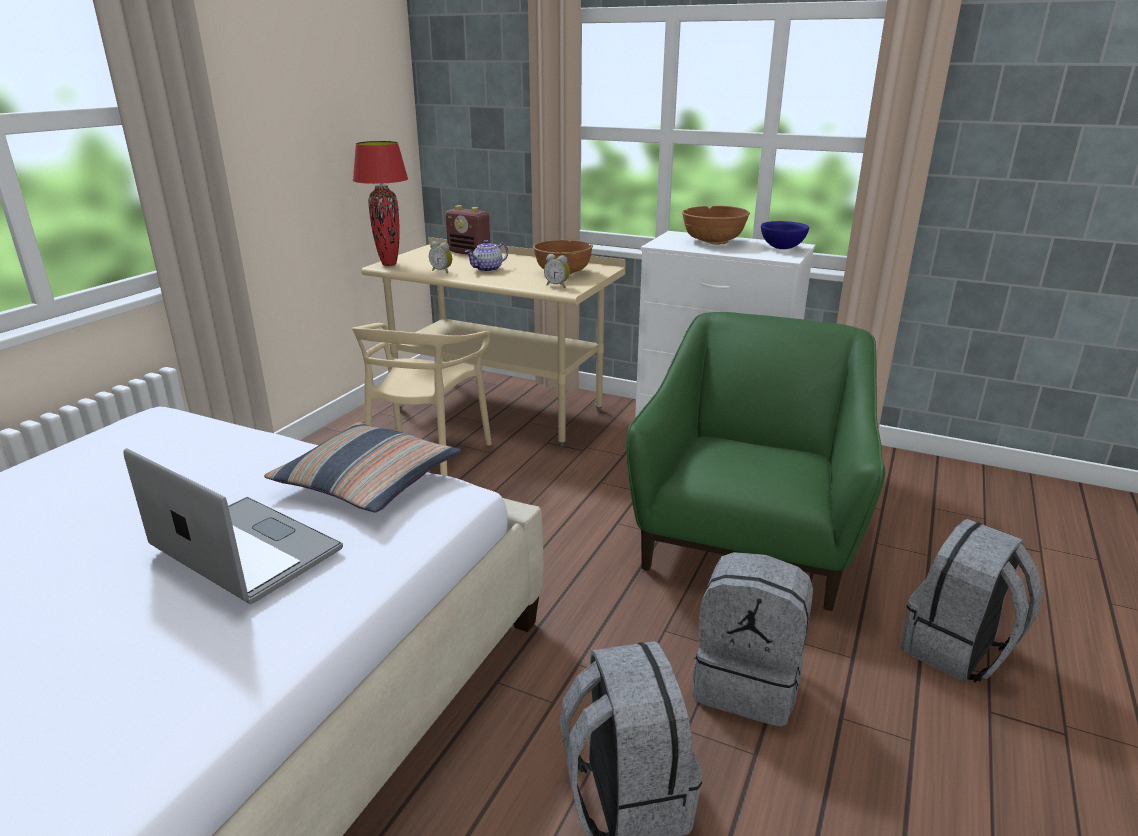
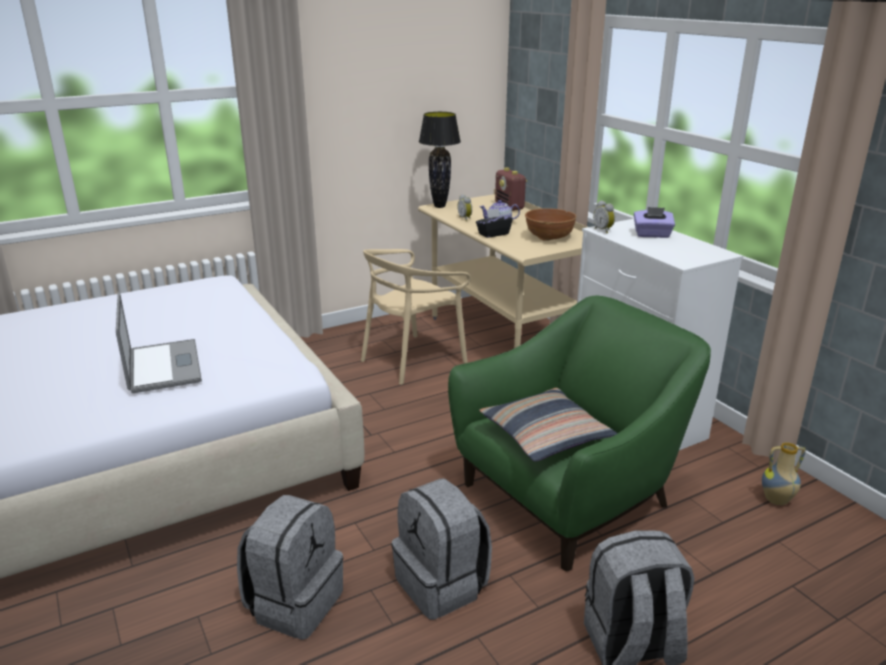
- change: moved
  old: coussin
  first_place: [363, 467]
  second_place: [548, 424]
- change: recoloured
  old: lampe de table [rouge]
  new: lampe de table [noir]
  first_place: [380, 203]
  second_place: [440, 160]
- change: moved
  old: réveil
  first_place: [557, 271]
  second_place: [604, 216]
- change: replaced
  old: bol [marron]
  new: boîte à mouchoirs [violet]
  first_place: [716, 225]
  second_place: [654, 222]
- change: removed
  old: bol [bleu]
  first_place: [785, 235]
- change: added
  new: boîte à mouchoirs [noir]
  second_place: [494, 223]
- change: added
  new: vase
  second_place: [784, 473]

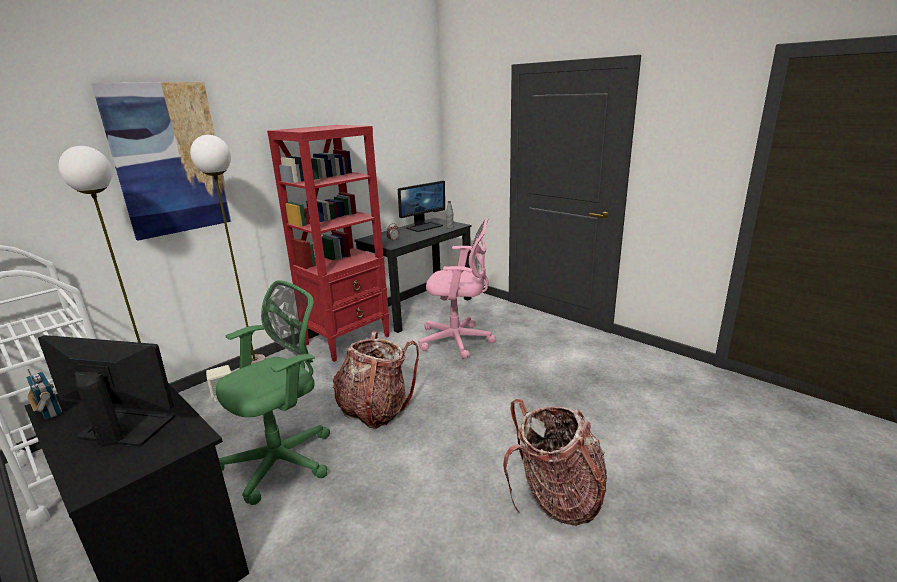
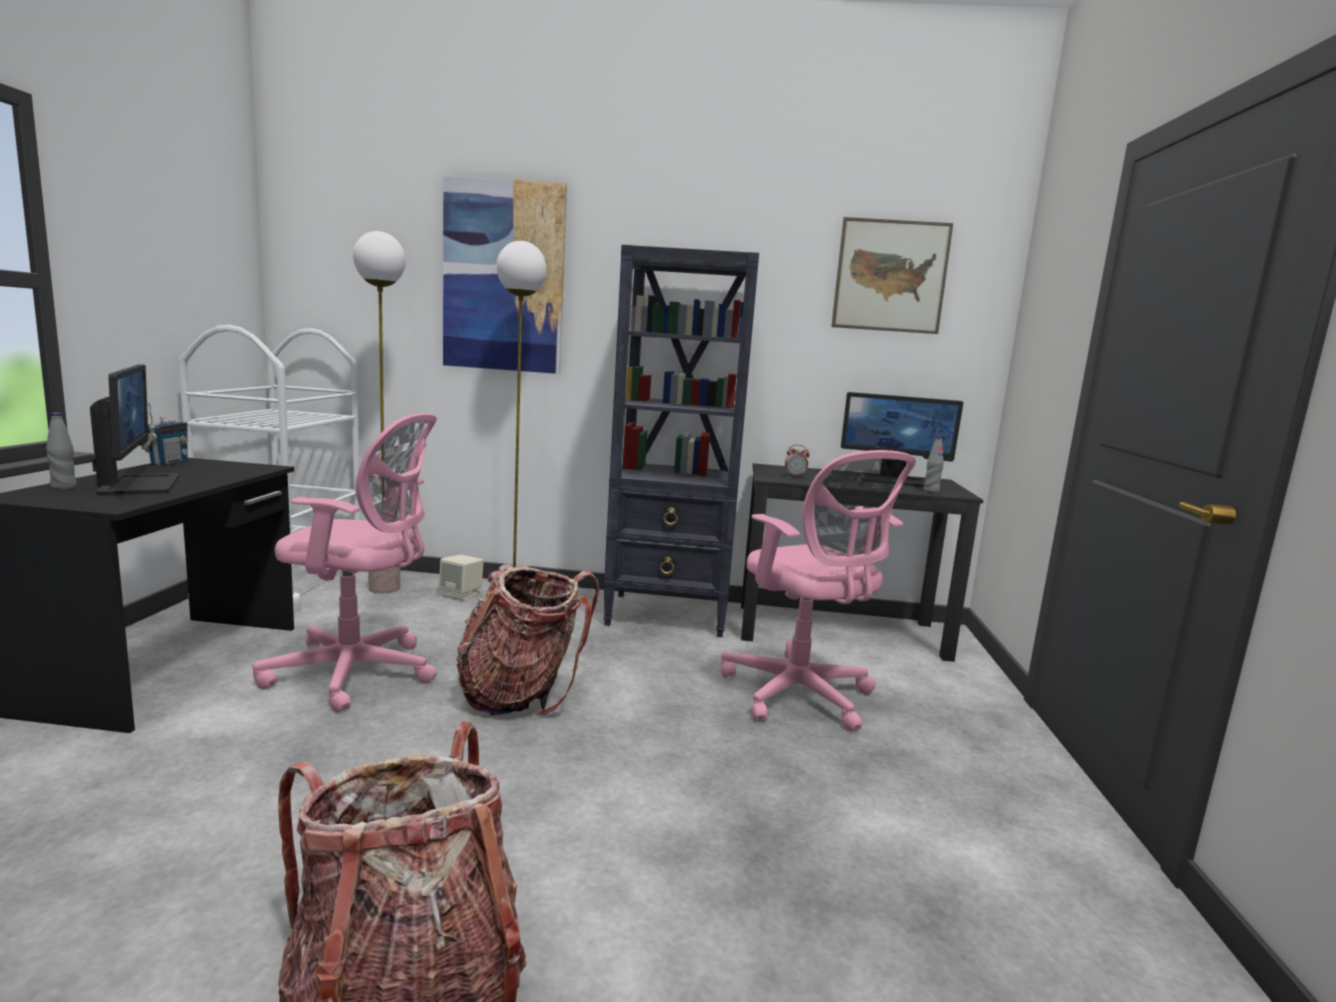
- change: recoloured
  old: chaise de bureau [vert]
  new: chaise de bureau [rose]
  first_place: [273, 392]
  second_place: [345, 563]
- change: recoloured
  old: bibliothèque [rouge]
  new: bibliothèque [noir]
  first_place: [328, 243]
  second_place: [681, 441]
- change: added
  new: bouteille [gris]
  second_place: [61, 451]
- change: added
  new: tableau
  second_place: [892, 275]

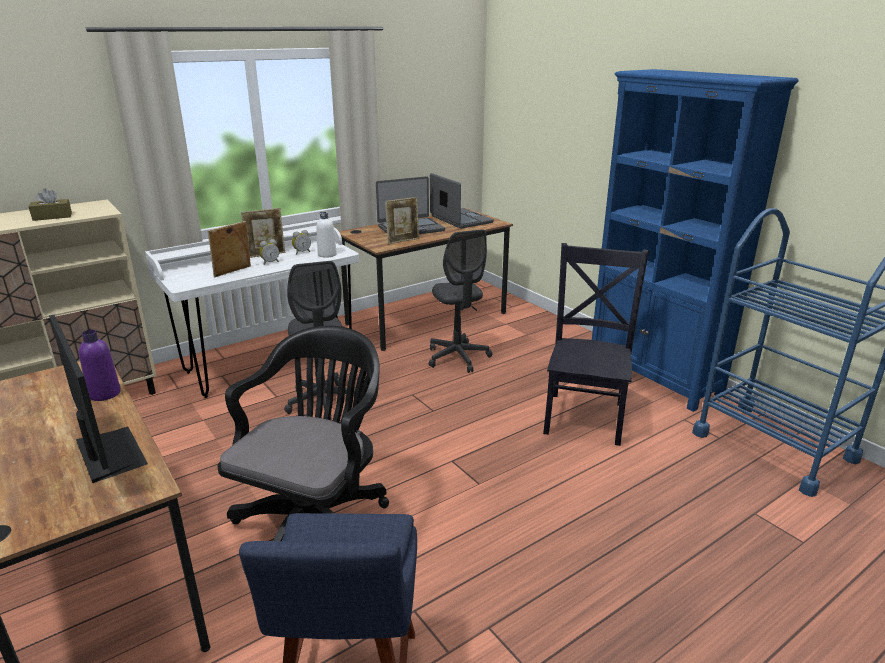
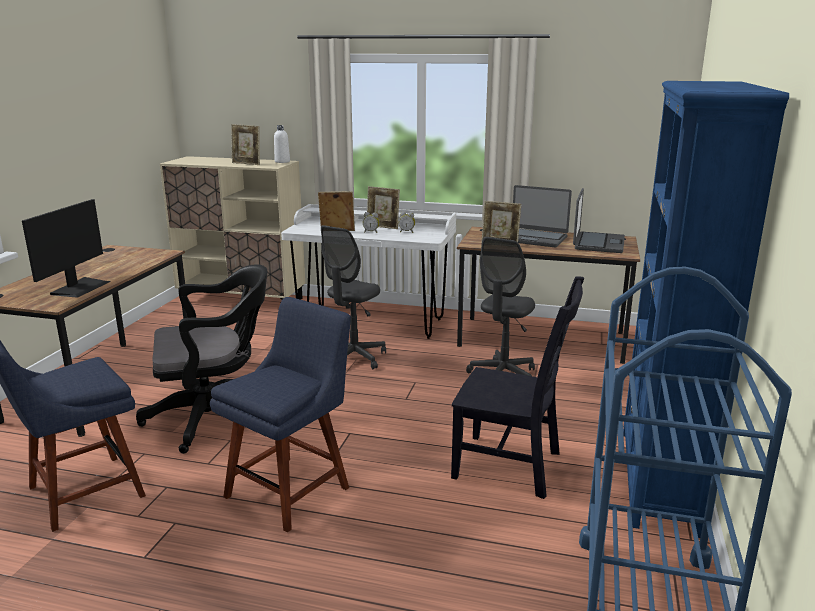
- change: replaced
  old: boîte à mouchoirs [marron]
  new: cadre photo
  first_place: [50, 205]
  second_place: [245, 144]
- change: removed
  old: bouteille [violet]
  first_place: [100, 365]
- change: moved
  old: bouteille [blanc]
  first_place: [326, 235]
  second_place: [282, 144]
- change: turned
  old: chaise [noir]
  first_place: [596, 344]
  second_place: [517, 388]
  degrees: 45
- change: added
  new: chaise [bleu]
  second_place: [280, 415]

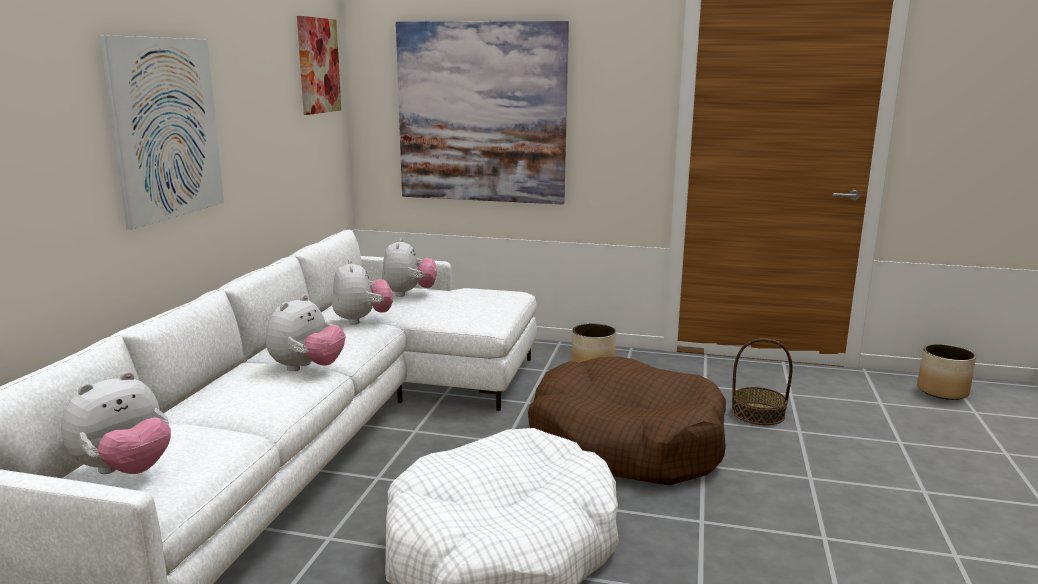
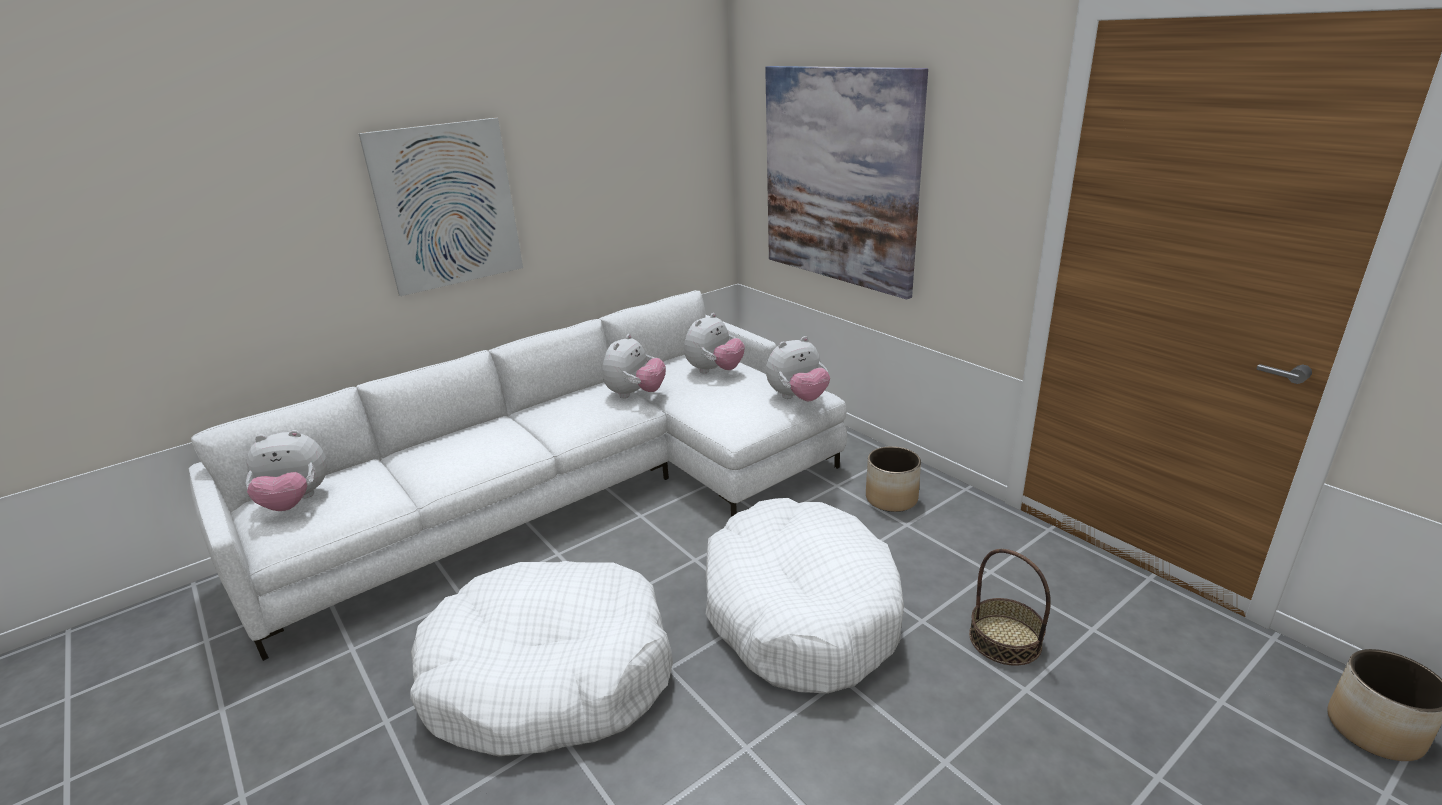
- change: moved
  old: peluche
  first_place: [305, 333]
  second_place: [798, 368]
- change: removed
  old: tableau
  first_place: [319, 65]
- change: recoloured
  old: panier pour chien [marron]
  new: panier pour chien [blanc]
  first_place: [627, 421]
  second_place: [804, 596]

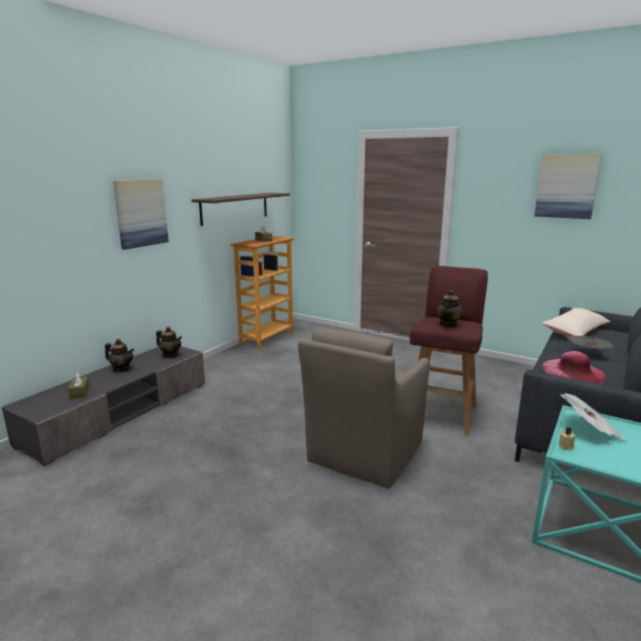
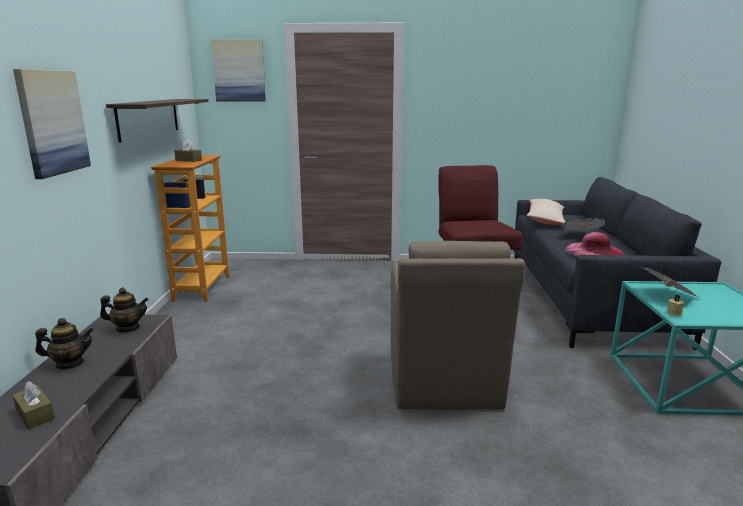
- change: removed
  old: théière
  first_place: [449, 308]
- change: moved
  old: tableau
  first_place: [568, 186]
  second_place: [238, 70]

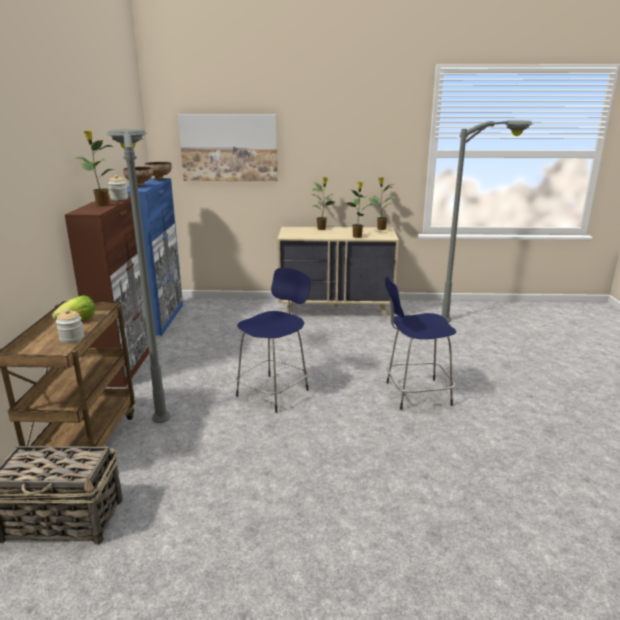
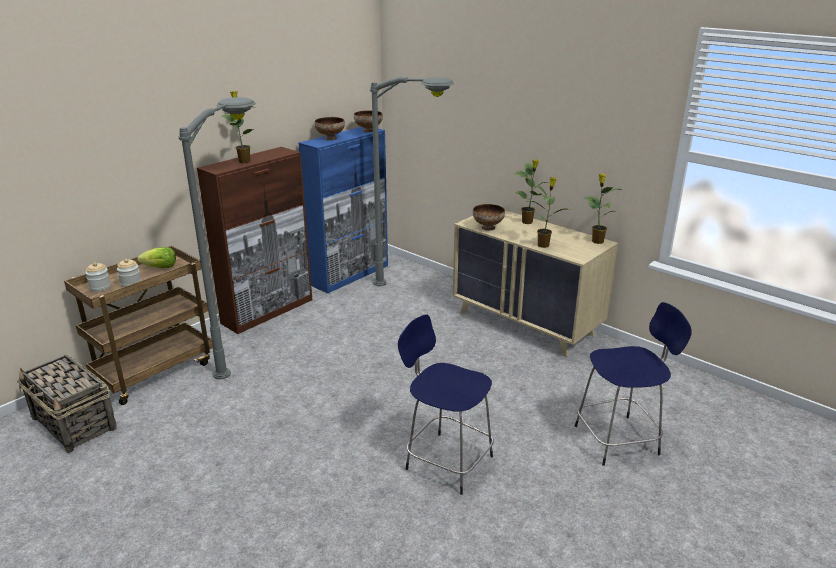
- change: moved
  old: bocal
  first_place: [118, 187]
  second_place: [98, 277]
- change: removed
  old: tableau
  first_place: [228, 147]
- change: moved
  old: tabouret [bleu]
  first_place: [273, 340]
  second_place: [633, 384]
- change: moved
  old: lampadaire [gris]
  first_place: [487, 221]
  second_place: [412, 181]
- change: added
  new: bol
  second_place: [489, 217]

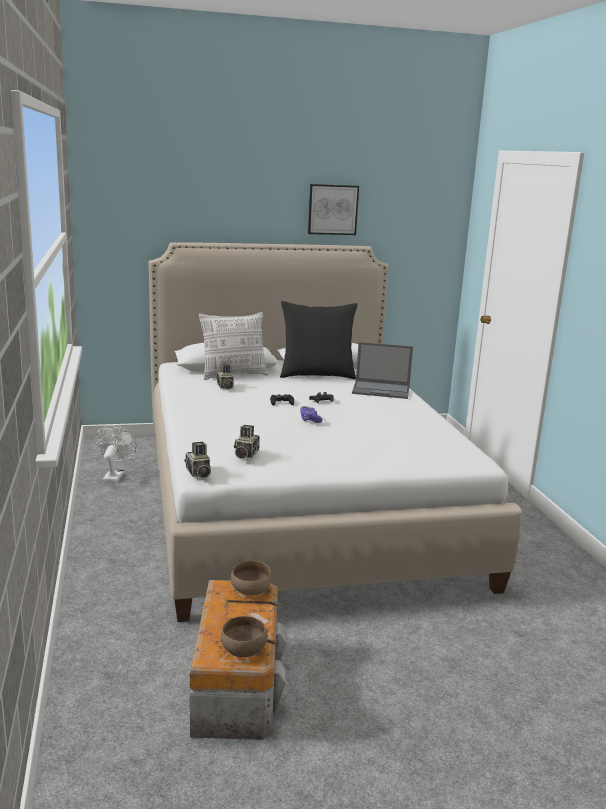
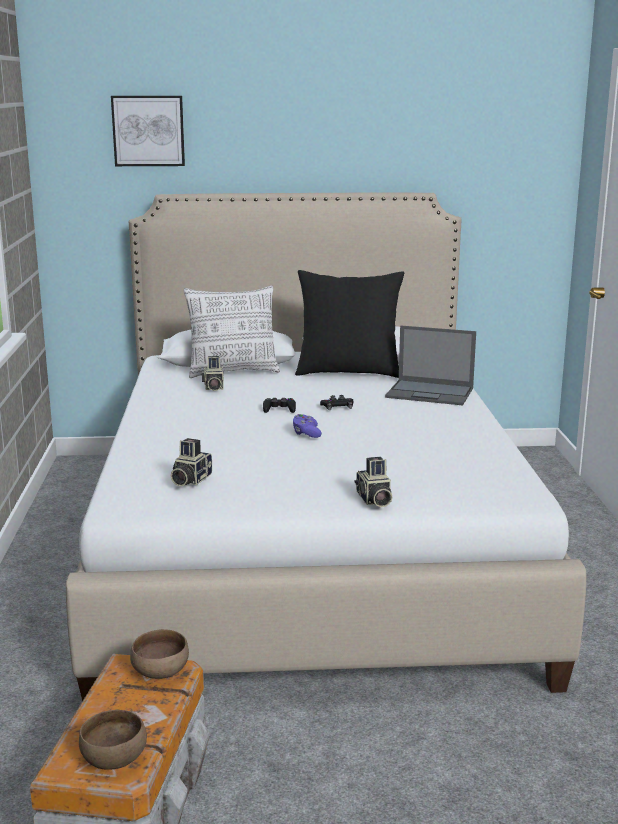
- change: removed
  old: ventilateur [blanc]
  first_place: [115, 454]
- change: moved
  old: appareil photo
  first_place: [197, 460]
  second_place: [373, 482]
- change: moved
  old: tableau
  first_place: [333, 209]
  second_place: [148, 131]

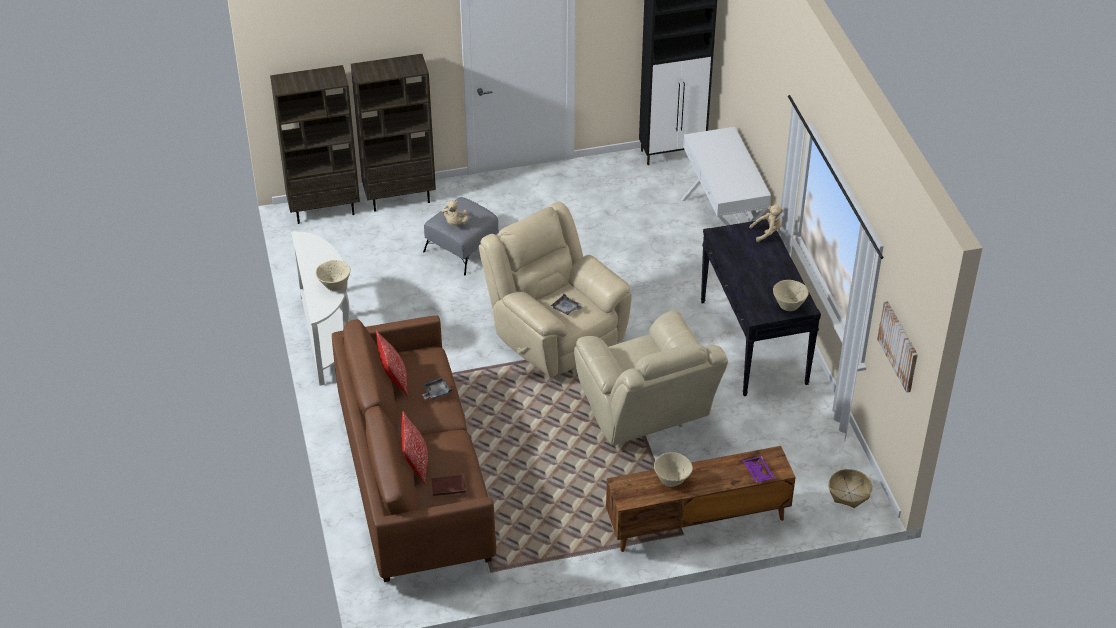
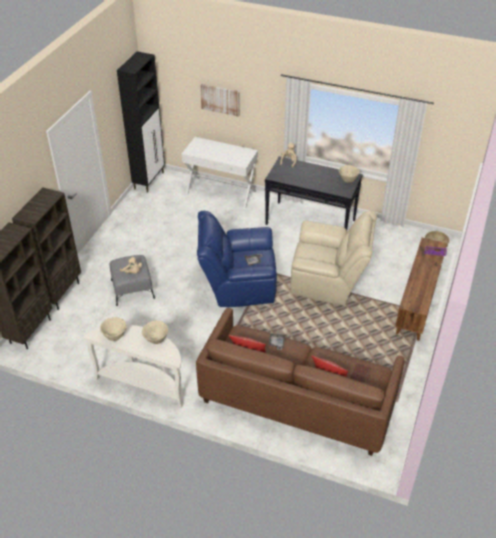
- change: recoloured
  old: fauteuil [beige]
  new: fauteuil [bleu]
  first_place: [555, 290]
  second_place: [237, 259]
- change: moved
  old: bol [beige]
  first_place: [673, 469]
  second_place: [113, 329]
- change: moved
  old: tableau
  first_place: [897, 347]
  second_place: [220, 100]

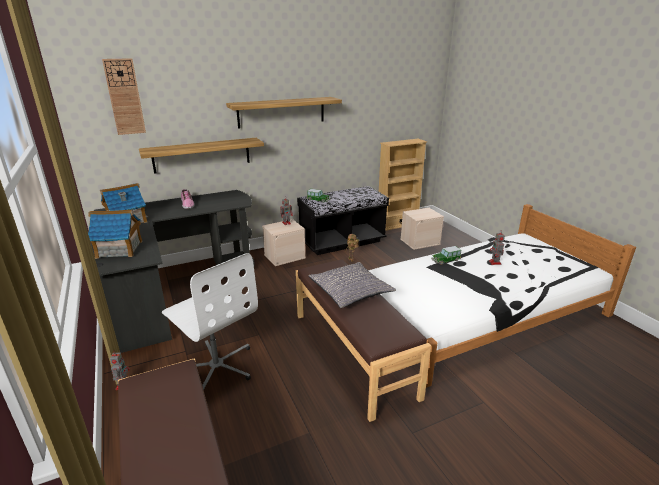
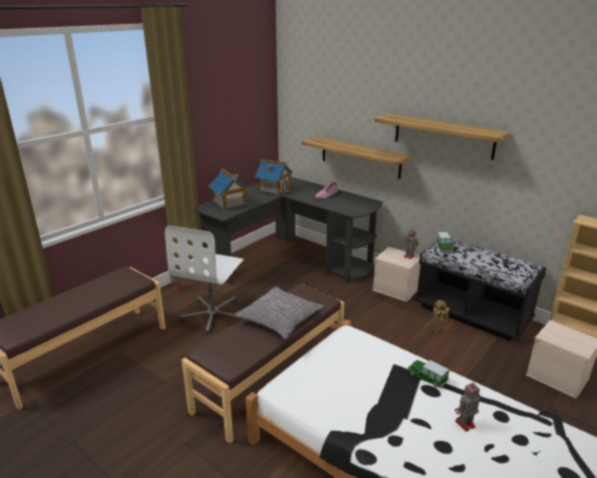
- change: removed
  old: horloge murale
  first_place: [124, 96]

